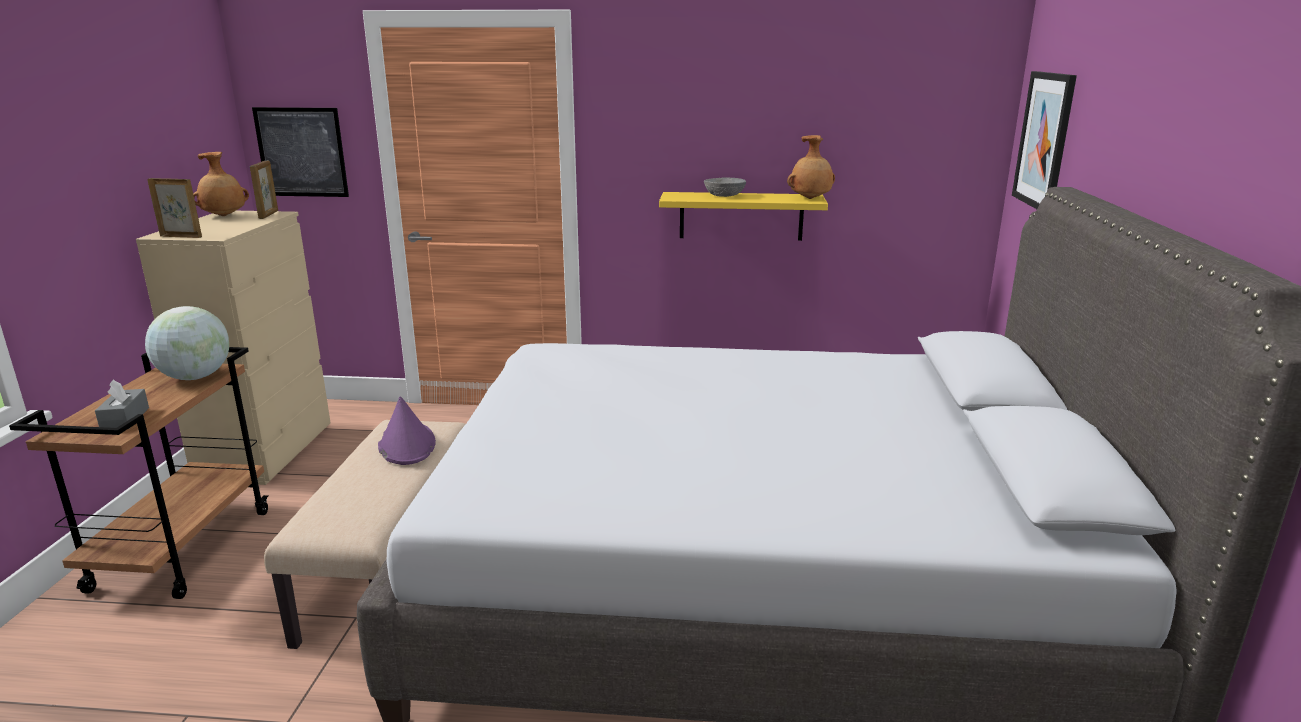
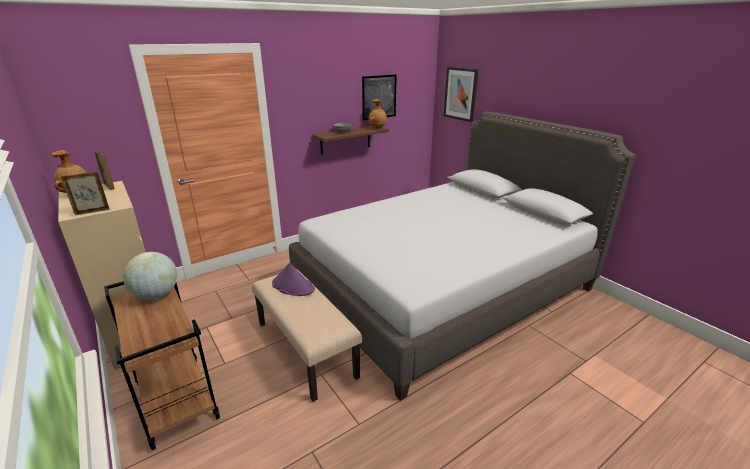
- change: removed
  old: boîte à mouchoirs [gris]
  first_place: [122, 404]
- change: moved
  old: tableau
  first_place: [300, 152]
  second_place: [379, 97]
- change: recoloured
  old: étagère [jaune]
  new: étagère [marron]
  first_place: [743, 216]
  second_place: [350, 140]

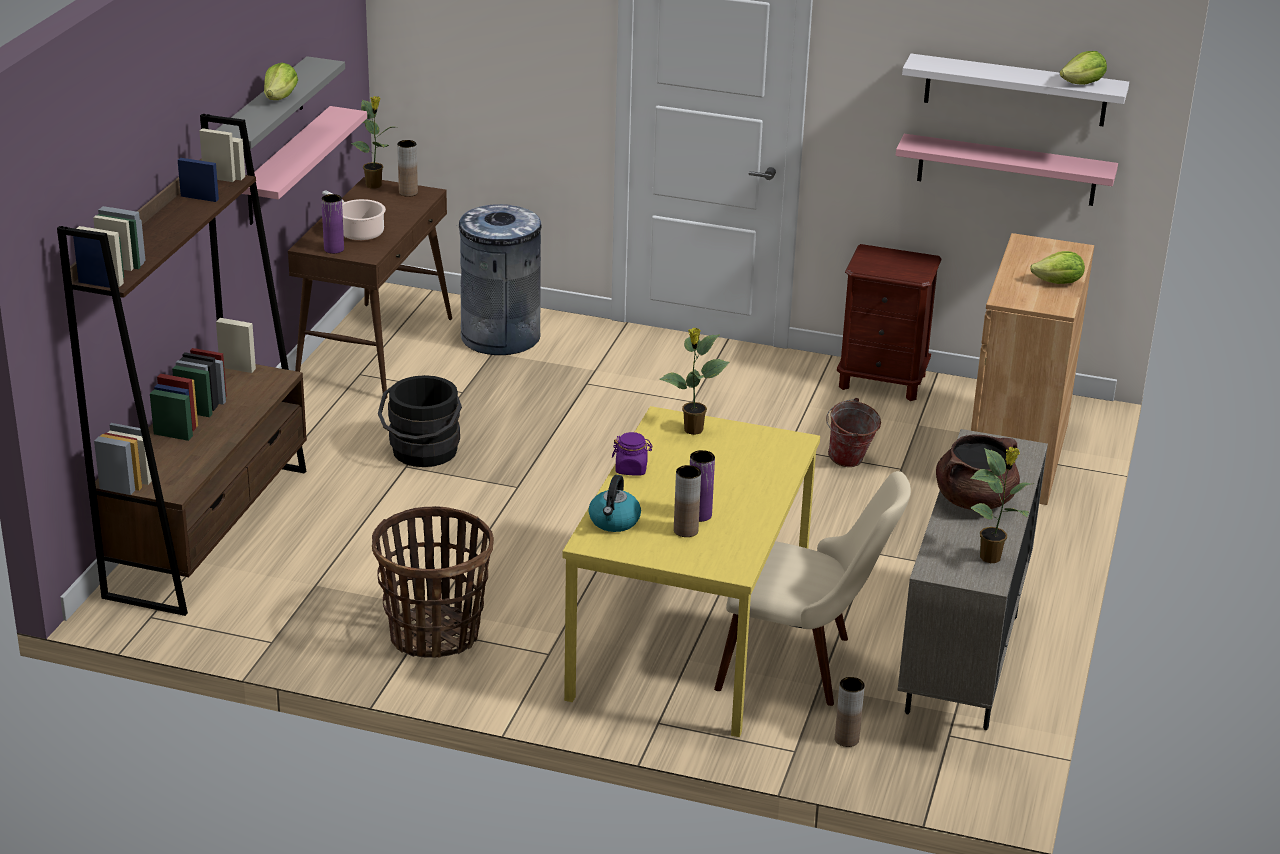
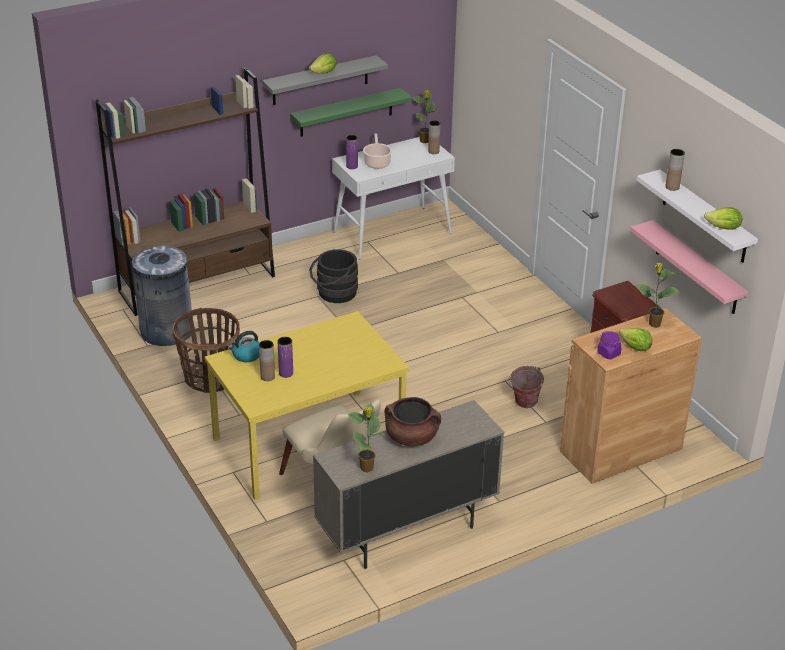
- change: recoloured
  old: étagère [rose]
  new: étagère [vert]
  first_place: [304, 165]
  second_place: [351, 112]
- change: recoloured
  old: table console [marron]
  new: table console [blanc]
  first_place: [370, 288]
  second_place: [393, 198]
- change: moved
  old: poubelle [gris]
  first_place: [498, 279]
  second_place: [162, 296]
- change: moved
  old: bocal [violet]
  first_place: [632, 453]
  second_place: [609, 345]
- change: moved
  old: plante en pot
  first_place: [694, 381]
  second_place: [658, 295]
- change: moved
  old: vase [marron]
  first_place: [850, 712]
  second_place: [675, 170]

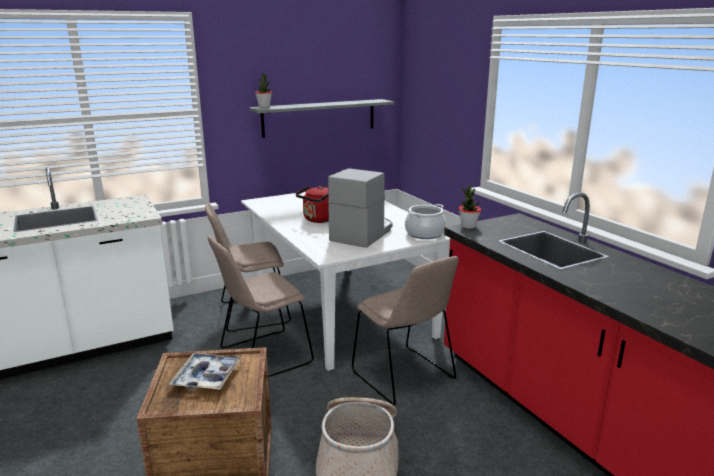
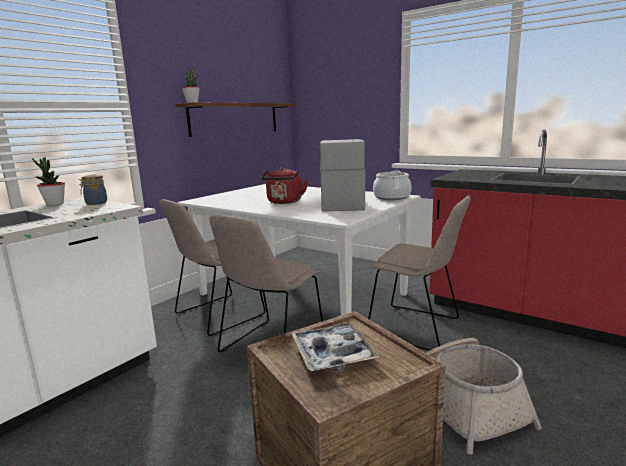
- change: recoloured
  old: étagère [gris]
  new: étagère [marron]
  first_place: [322, 118]
  second_place: [236, 119]
- change: moved
  old: plante en pot
  first_place: [470, 207]
  second_place: [48, 181]
- change: added
  new: bocal
  second_place: [93, 189]

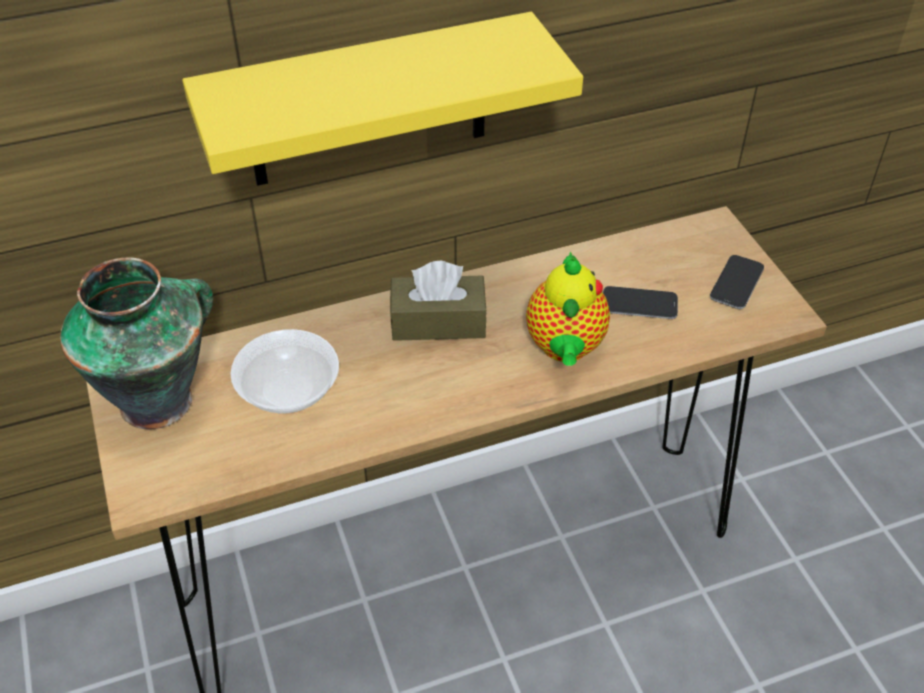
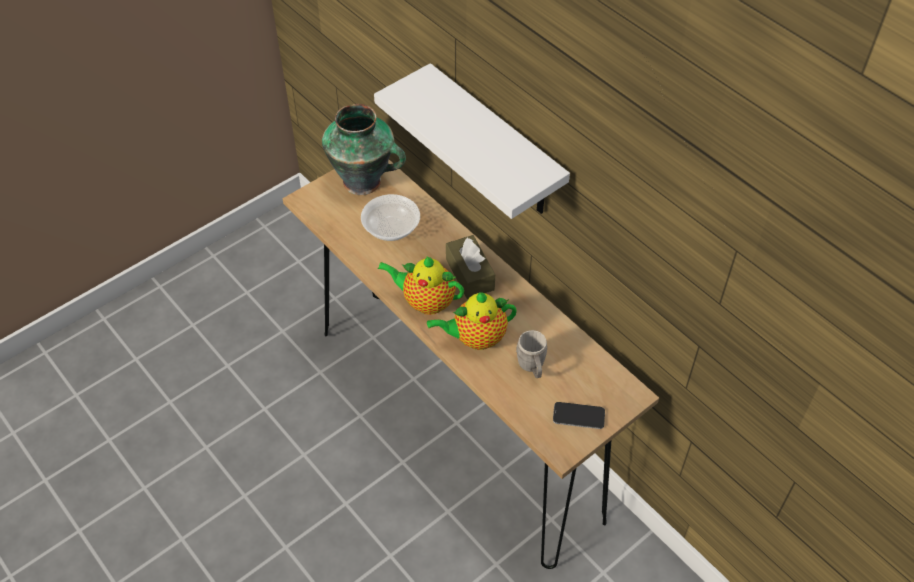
- change: recoloured
  old: étagère [jaune]
  new: étagère [blanc]
  first_place: [382, 99]
  second_place: [472, 141]
- change: replaced
  old: téléphone
  new: mug [gris]
  first_place: [640, 302]
  second_place: [531, 354]
- change: added
  new: théière
  second_place: [421, 285]

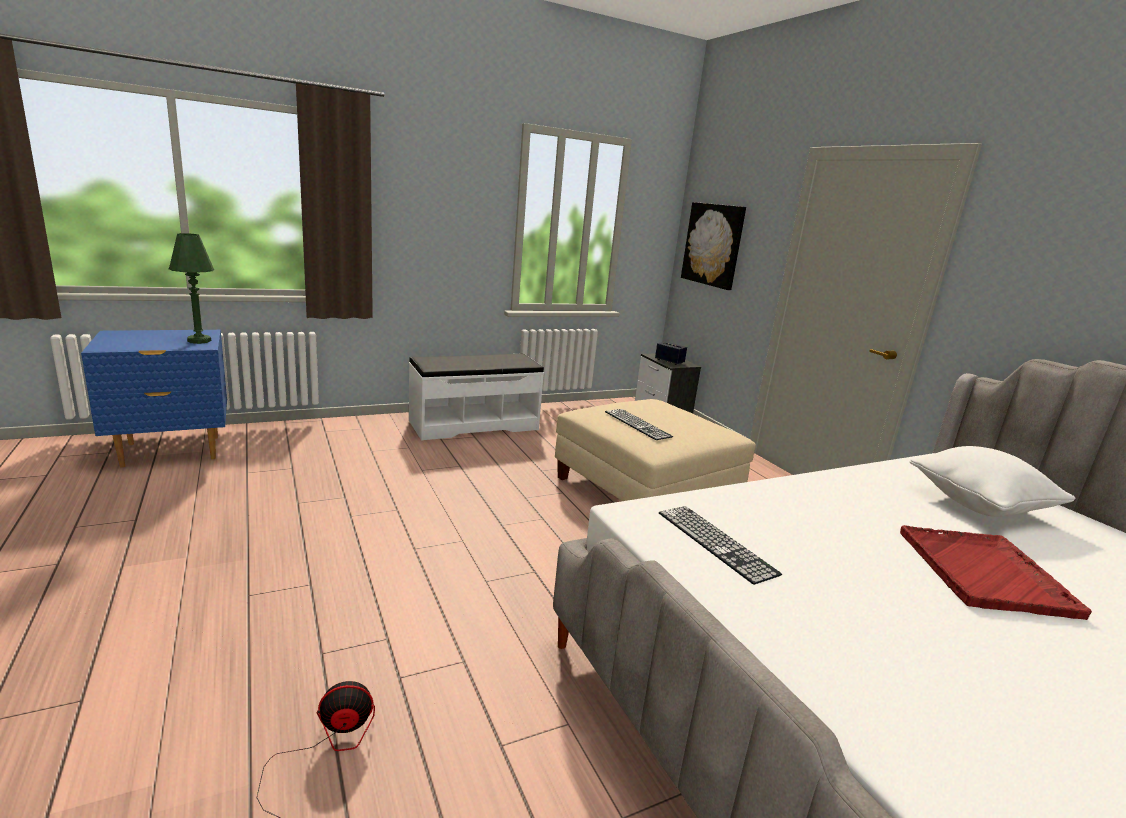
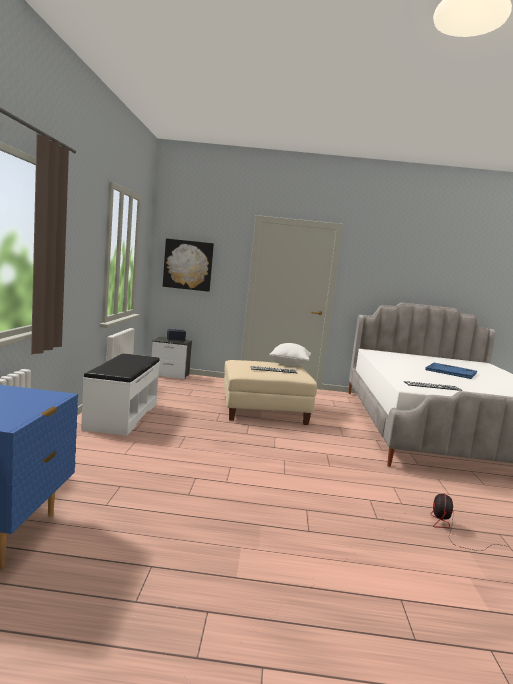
- change: removed
  old: lampe de table [vert]
  first_place: [191, 288]
- change: recoloured
  old: plateau [rouge]
  new: plateau [bleu]
  first_place: [996, 572]
  second_place: [451, 371]
- change: moved
  old: coussin [blanc]
  first_place: [992, 481]
  second_place: [290, 354]

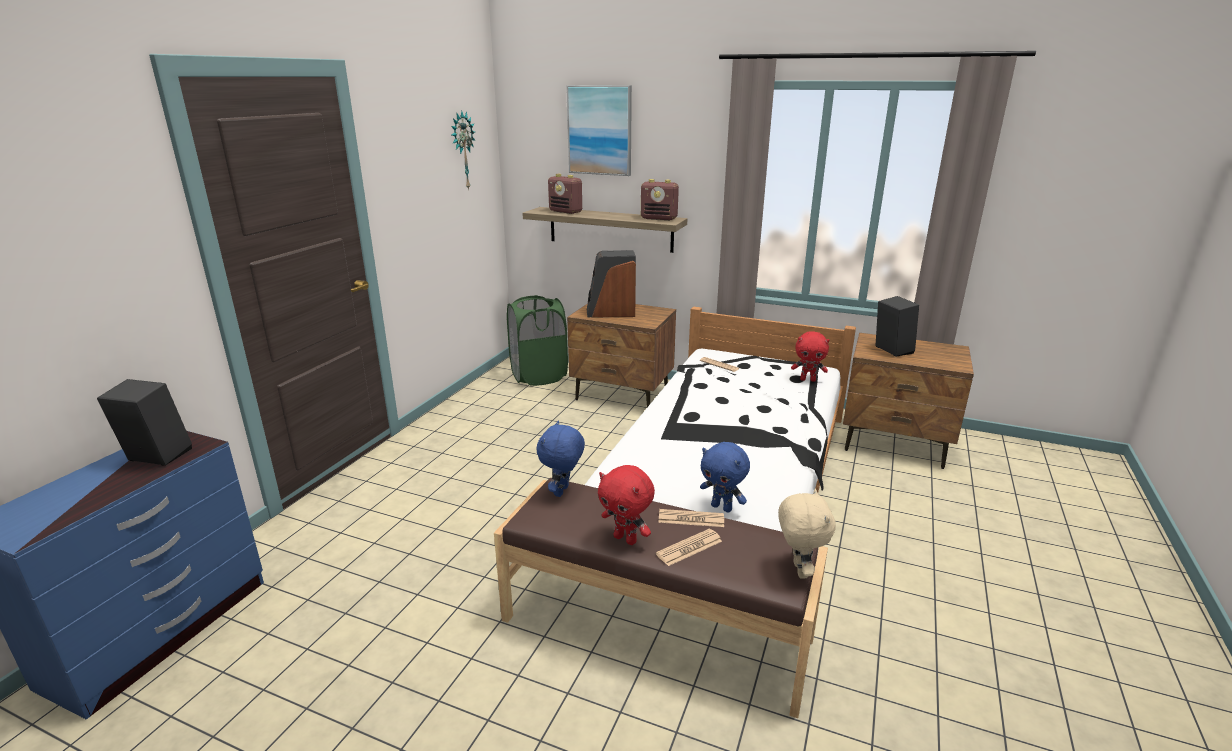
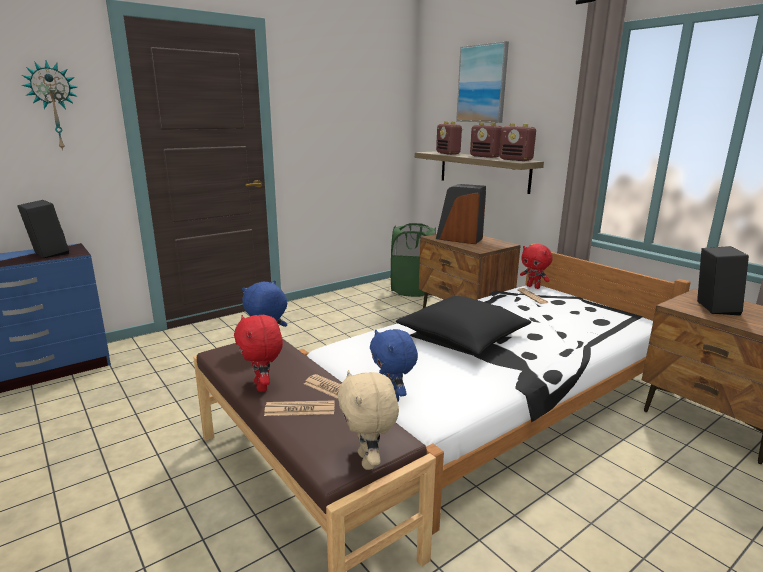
- change: moved
  old: horloge murale
  first_place: [463, 151]
  second_place: [50, 105]
- change: turned
  old: peluche [beige]
  first_place: [807, 534]
  second_place: [368, 420]
  degrees: 135
- change: moved
  old: peluche [rouge]
  first_place: [810, 356]
  second_place: [536, 266]
- change: added
  new: coussin [noir]
  second_place: [463, 325]
- change: added
  new: radio
  second_place: [486, 140]

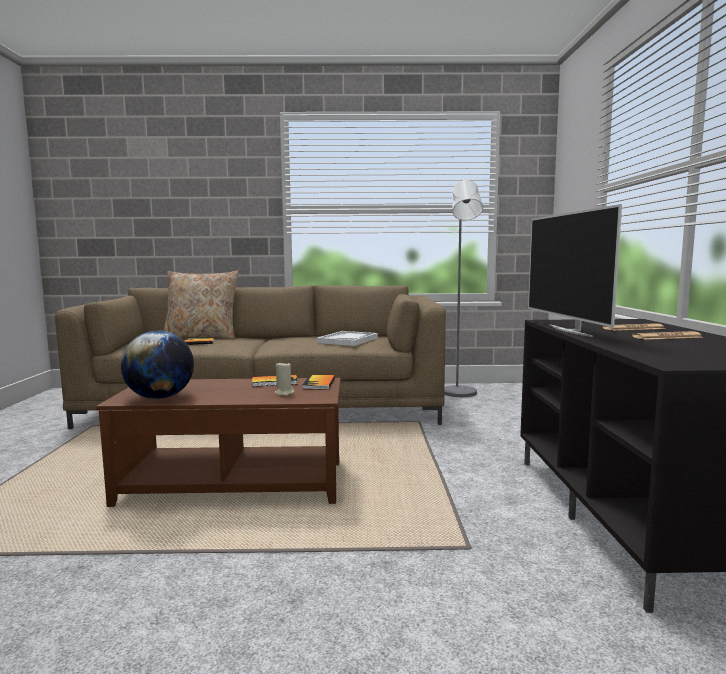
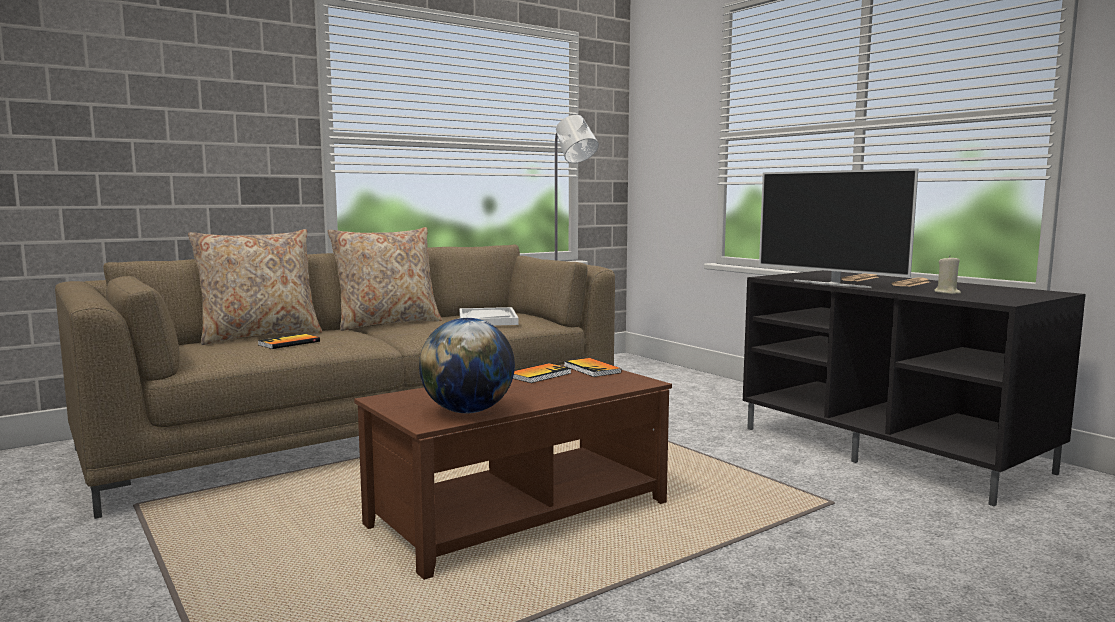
- change: moved
  old: bougie [beige]
  first_place: [284, 378]
  second_place: [947, 275]
- change: added
  new: coussin [beige]
  second_place: [385, 279]

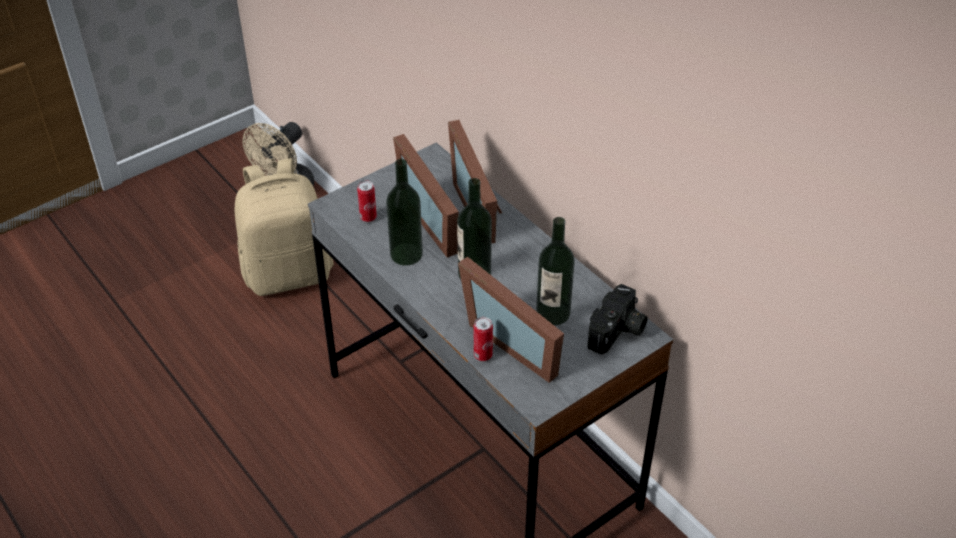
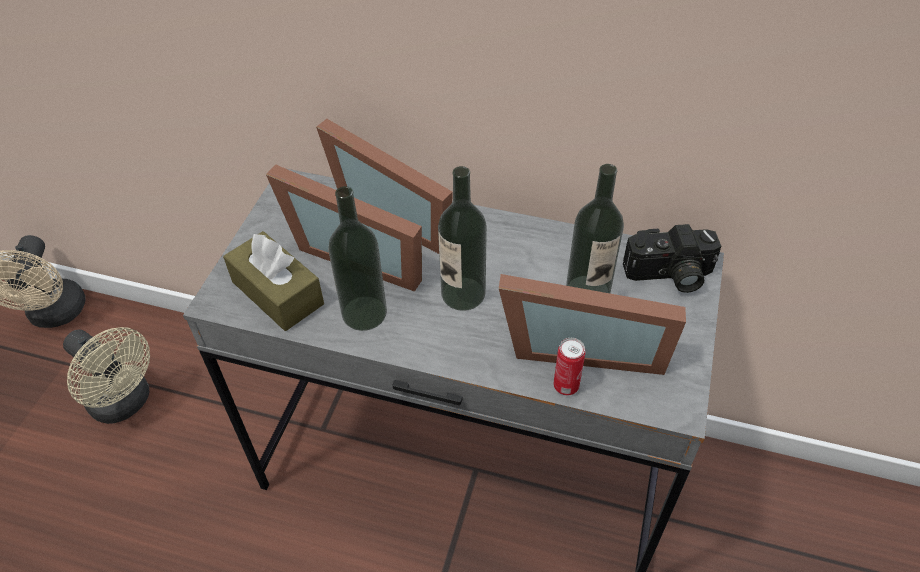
- change: replaced
  old: sac à dos [beige]
  new: ventilateur [beige]
  first_place: [284, 227]
  second_place: [106, 375]
- change: replaced
  old: boîte métallique
  new: boîte à mouchoirs [marron]
  first_place: [367, 201]
  second_place: [273, 281]
- change: turned
  old: appareil photo
  first_place: [618, 319]
  second_place: [672, 258]
  degrees: 90

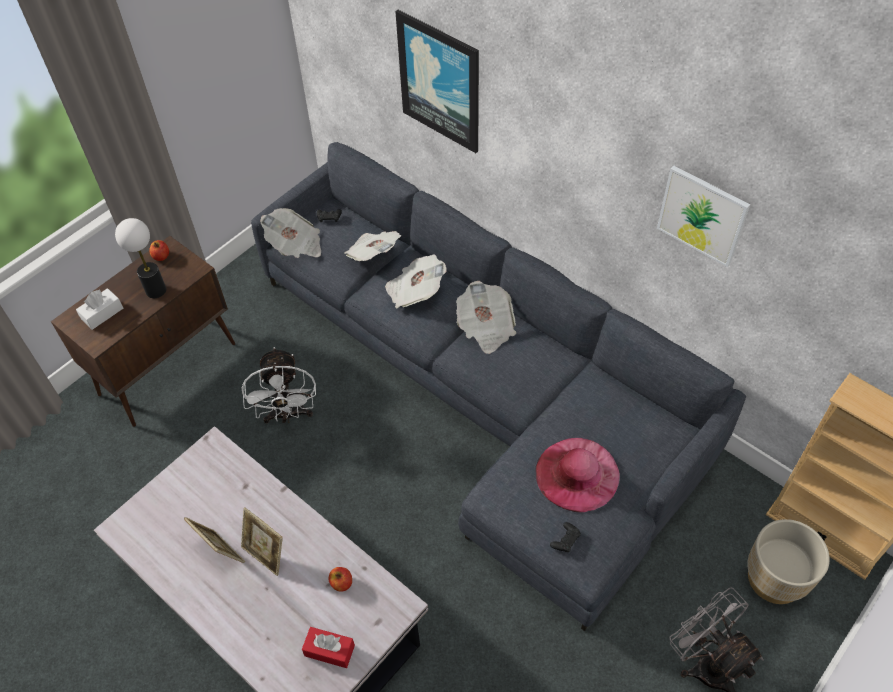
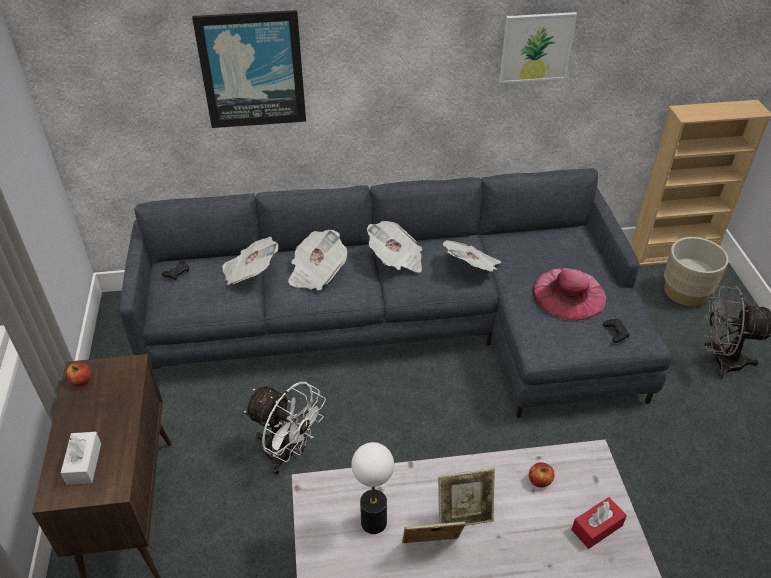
- change: moved
  old: lampe de table
  first_place: [140, 258]
  second_place: [372, 488]
- change: moved
  old: journal
  first_place: [290, 233]
  second_place: [472, 256]

